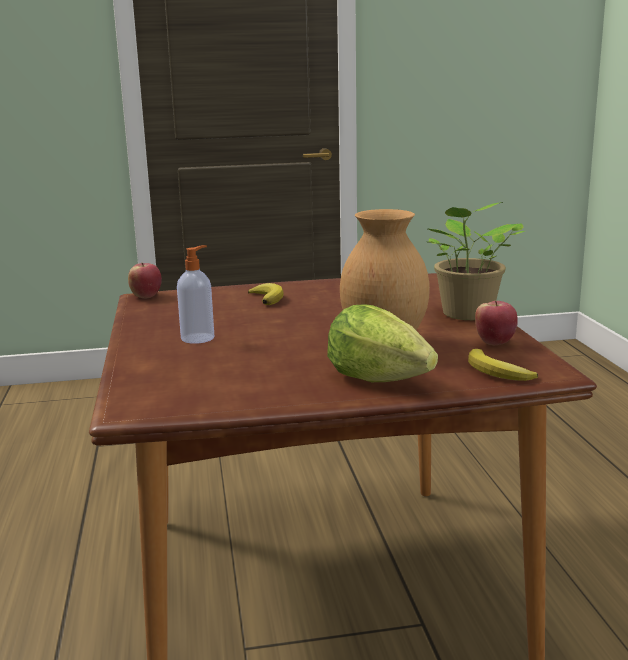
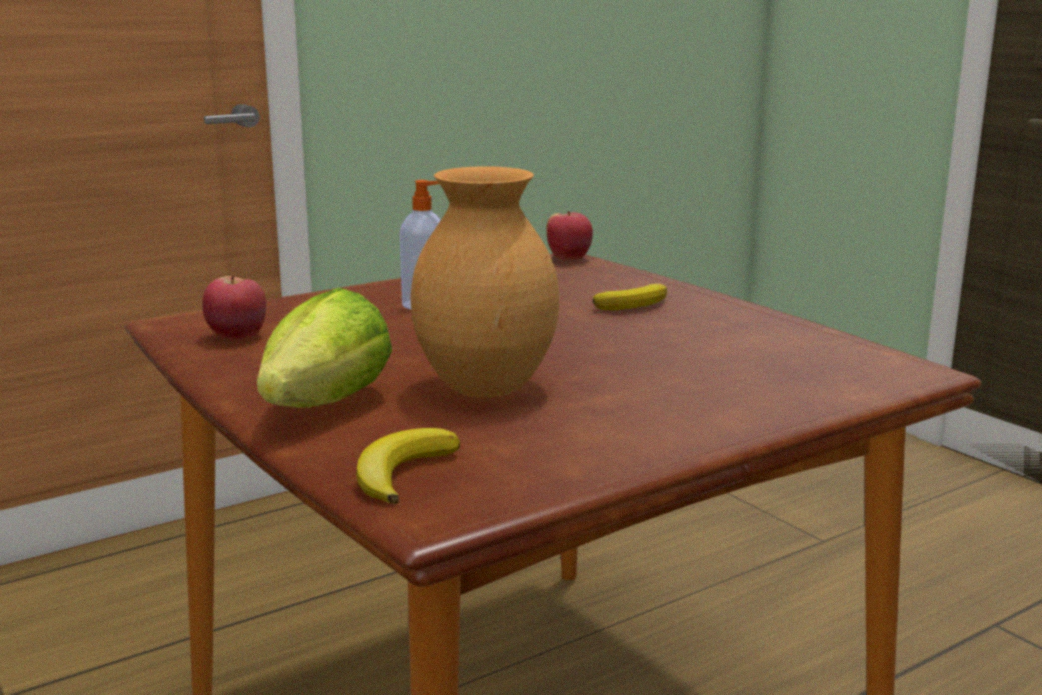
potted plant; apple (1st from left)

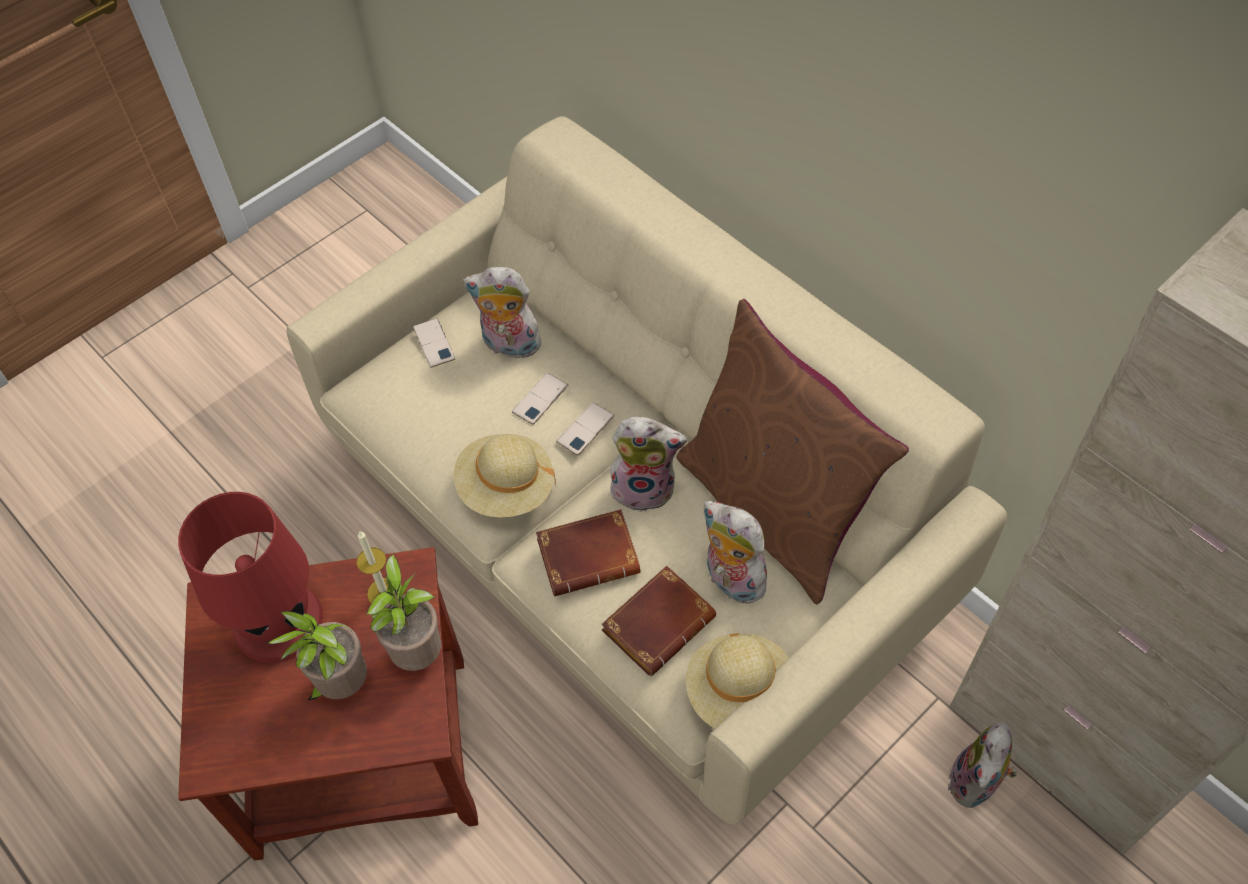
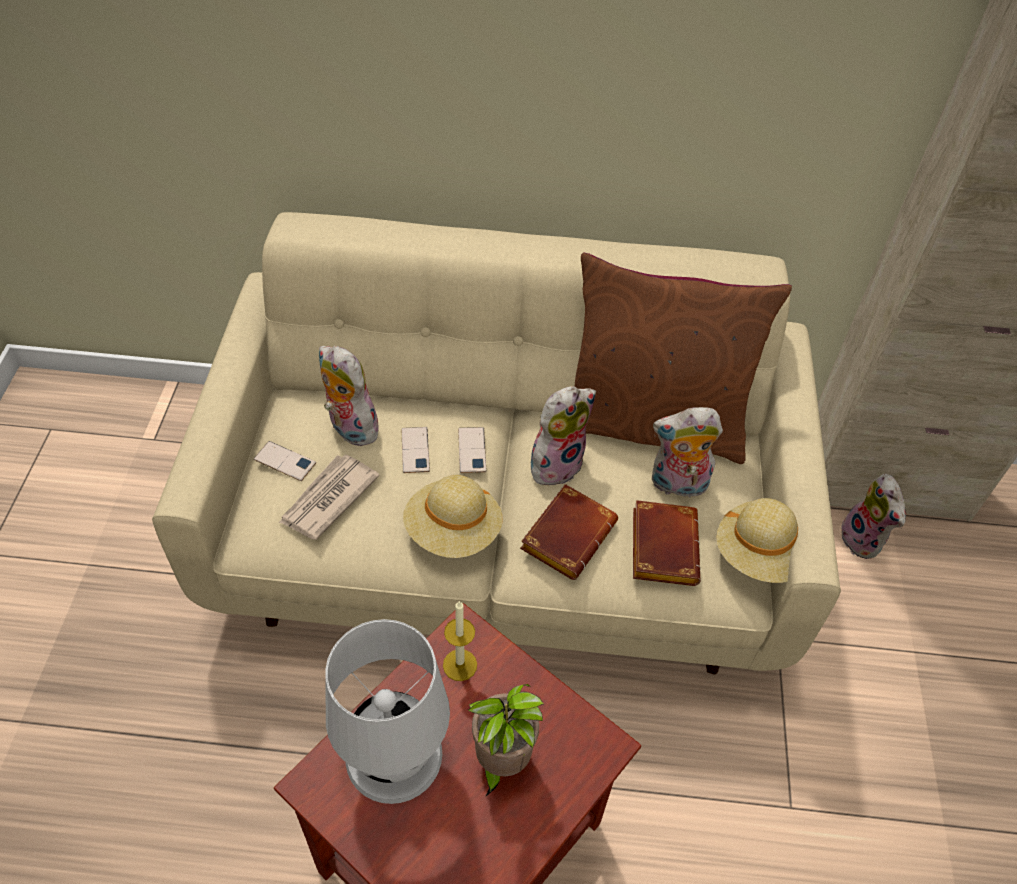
potted plant (2nd from left in the first image); newspaper; white table lamp; plush toy (1st from left)

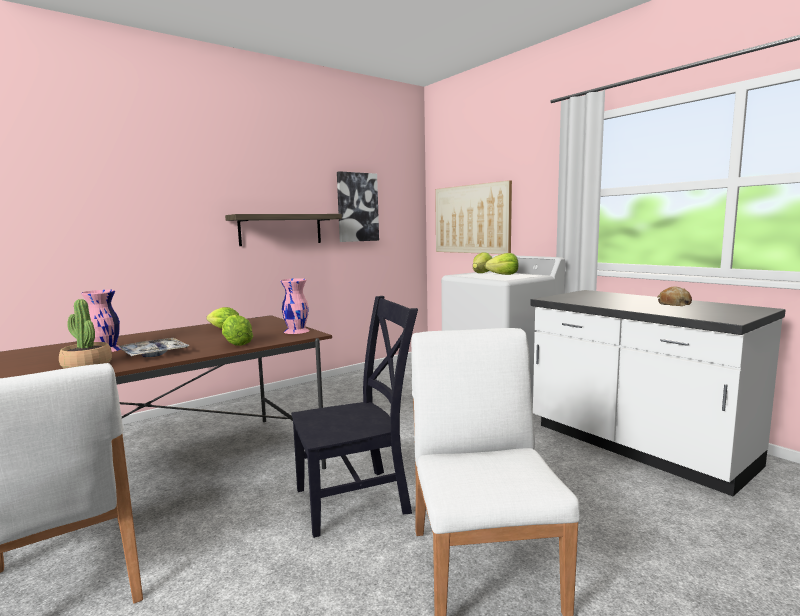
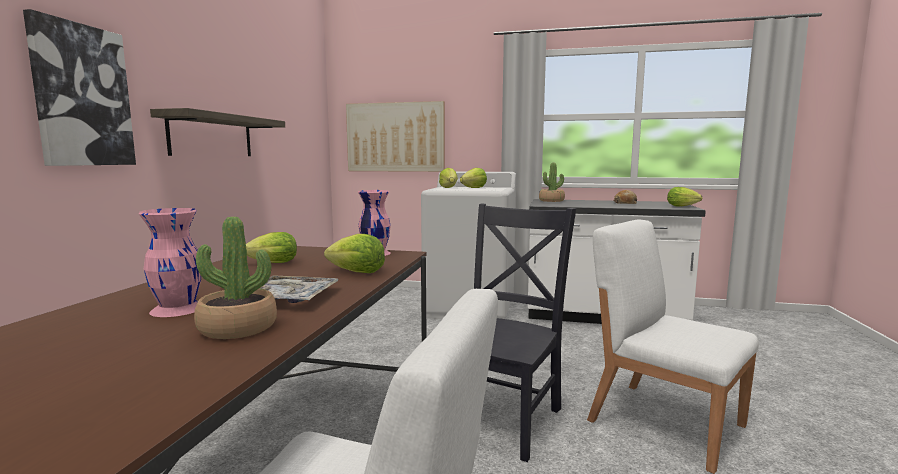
potted plant (2nd from left); lettuce (5th from left); picture (1st from left)

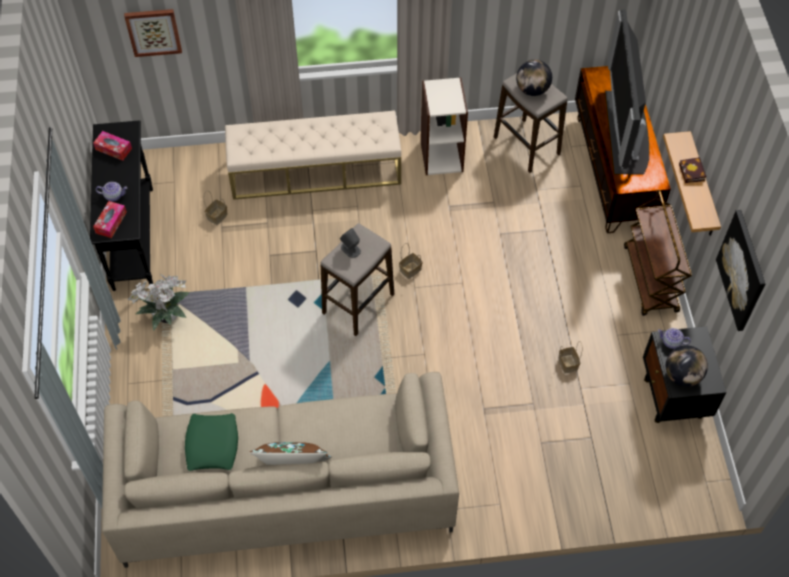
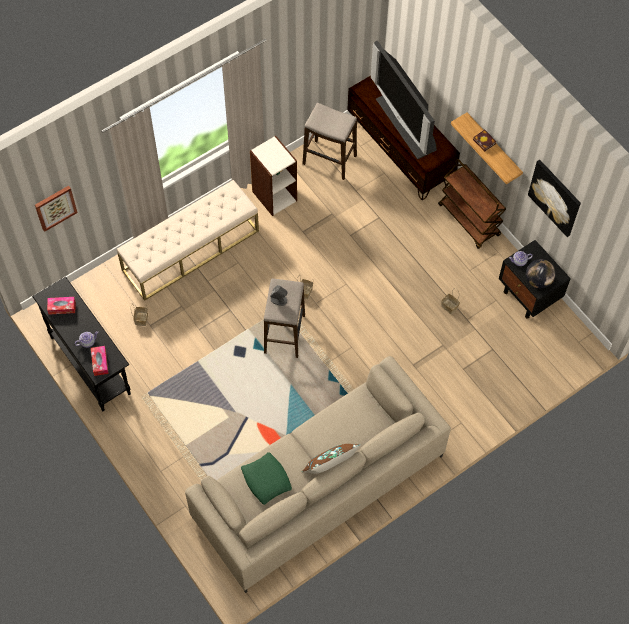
potted plant; globe (1st from left in the first image)

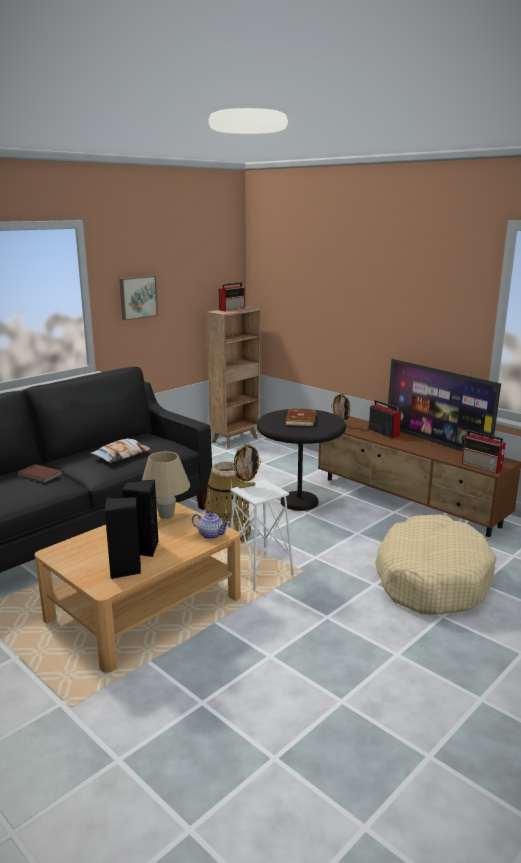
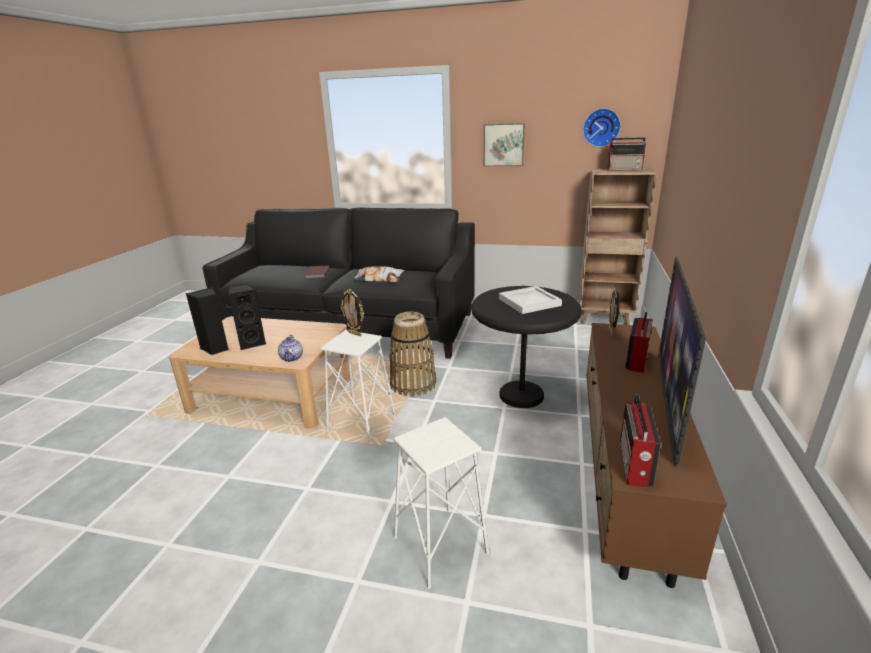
beige table lamp; wall clock; white tray; white stool (2nd from left)

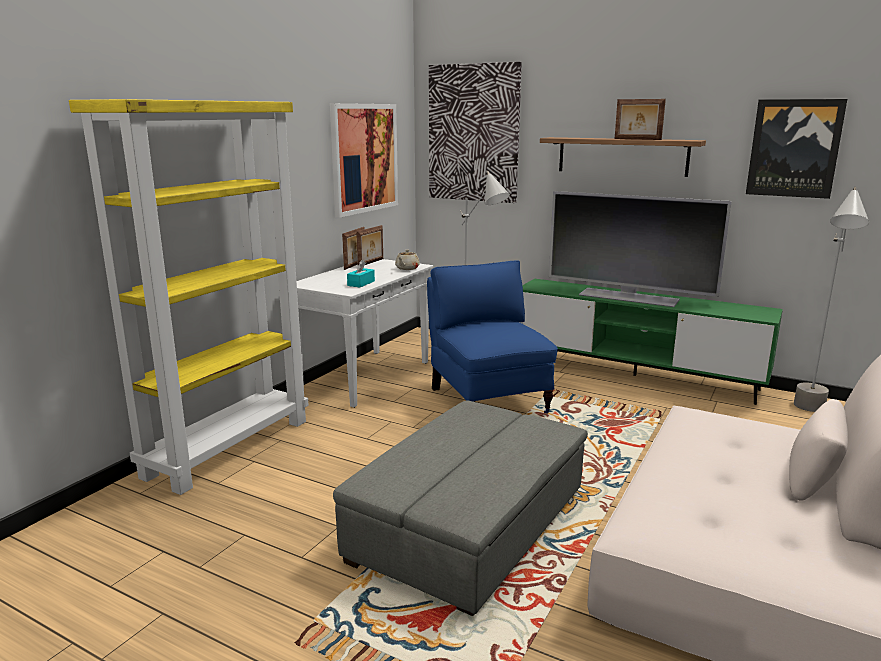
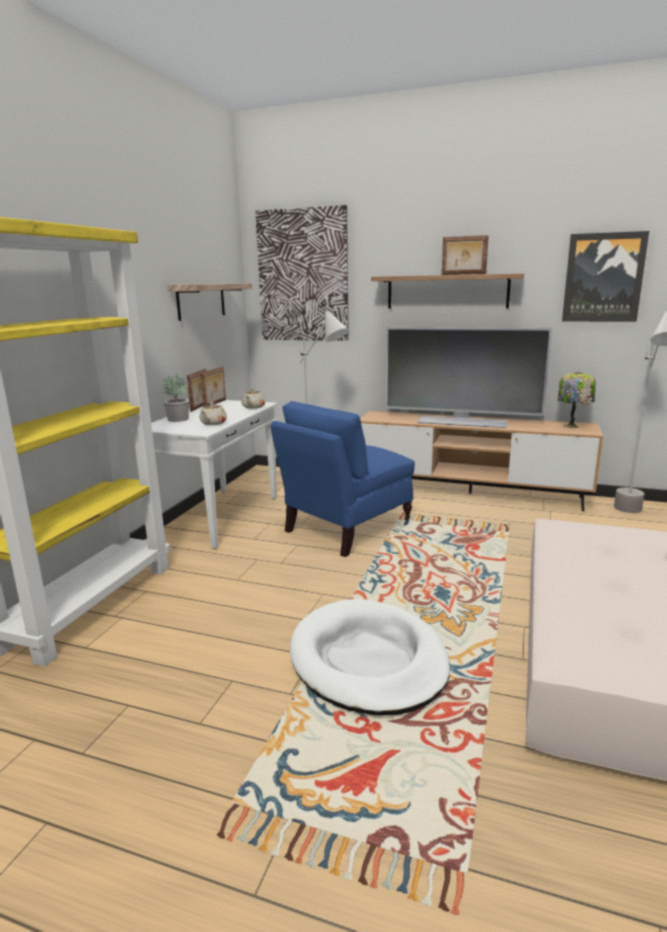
potted plant; table lamp; shelf (1st from left); white dog bed; beige teapot (1st from left); brown tv stand; blue armchair

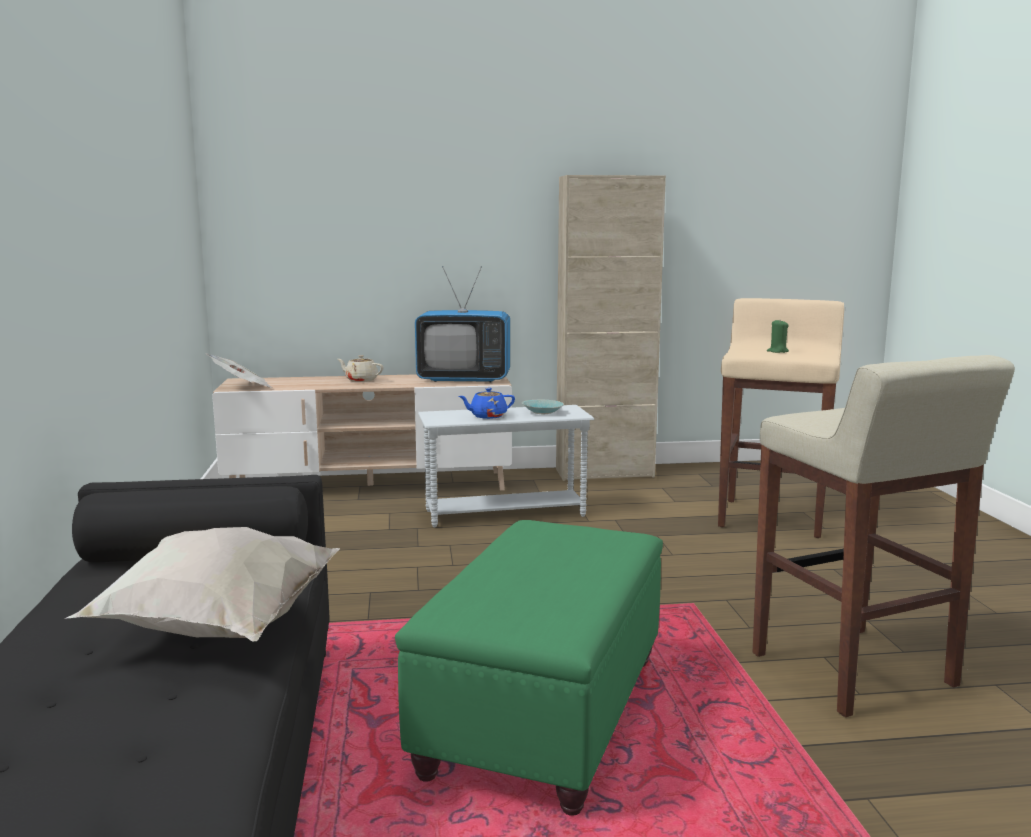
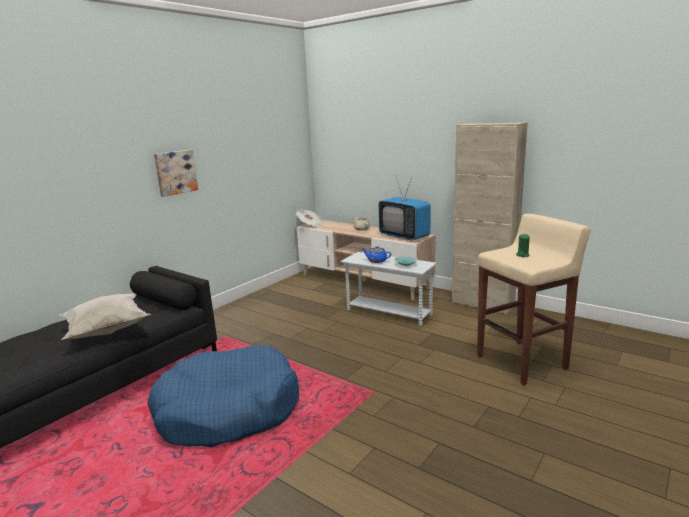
beige stool (2nd from left in the first image); picture; blue dog bed

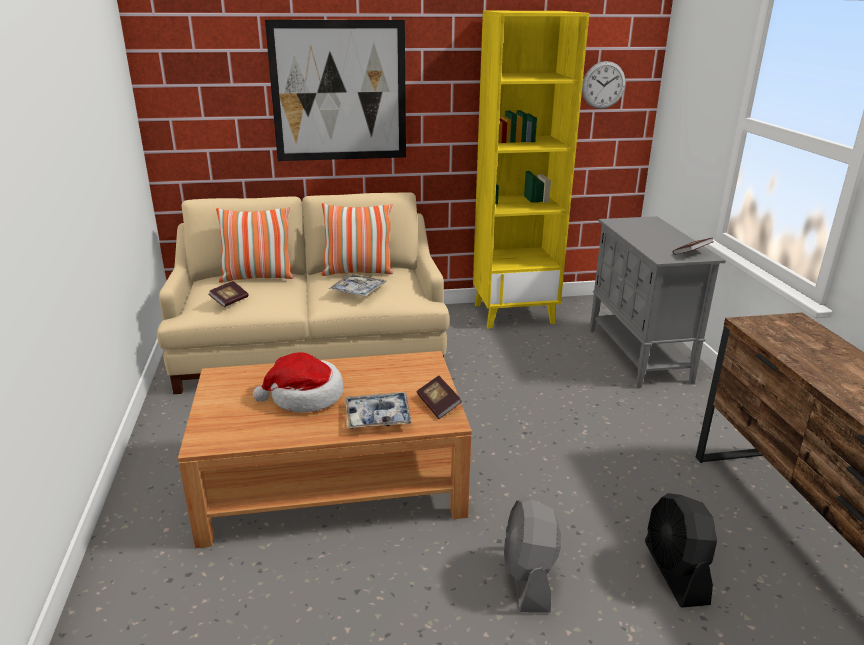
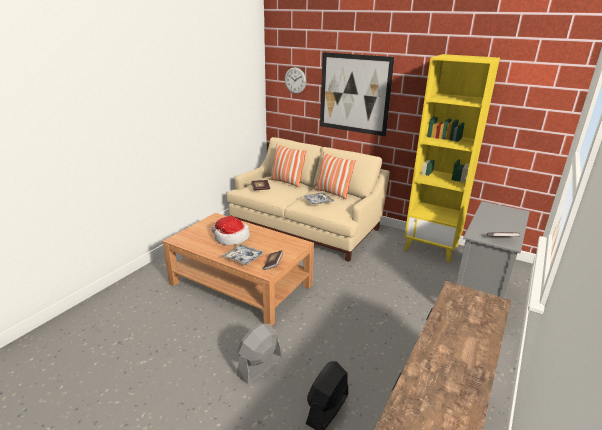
wall clock

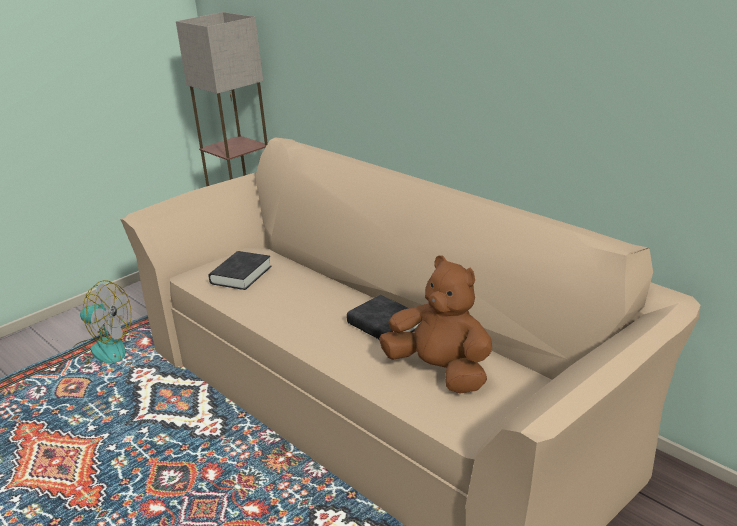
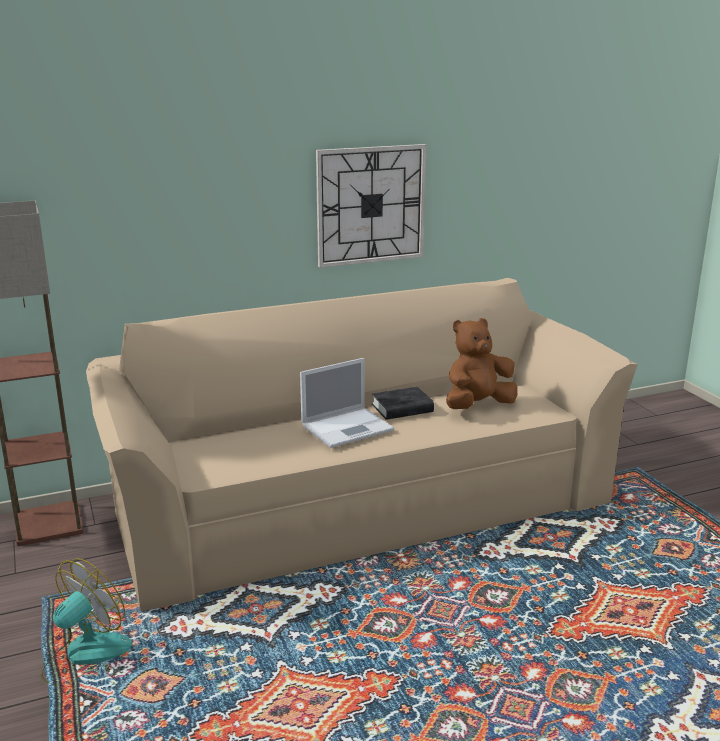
black book (1st from left in the first image); laptop; wall clock

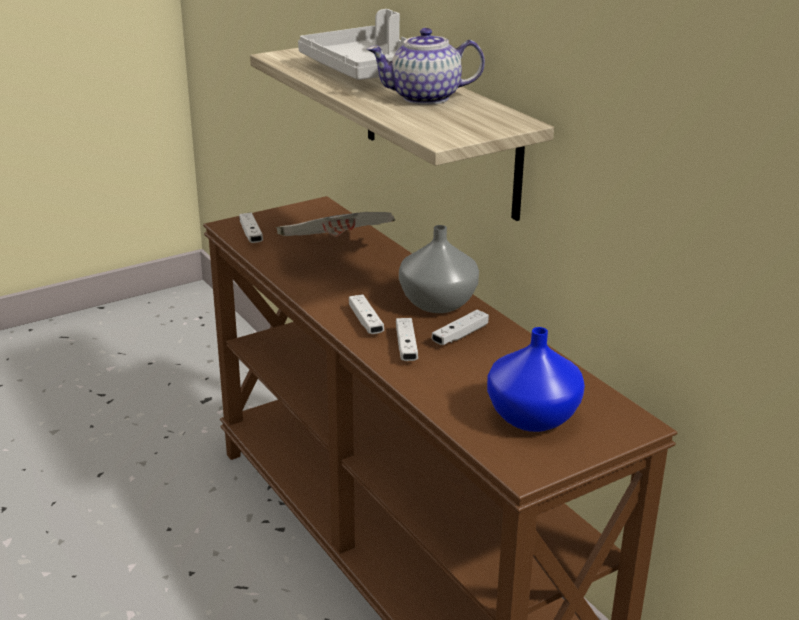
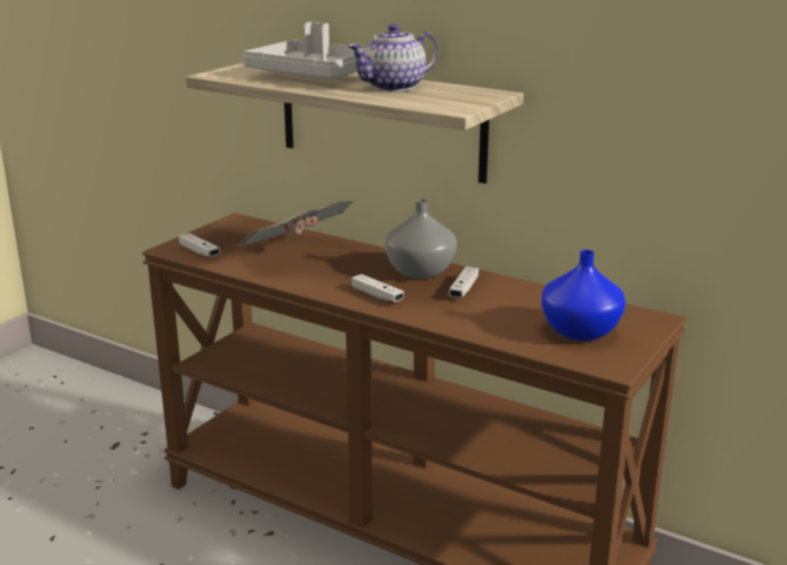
white game controller (3rd from left in the first image)

